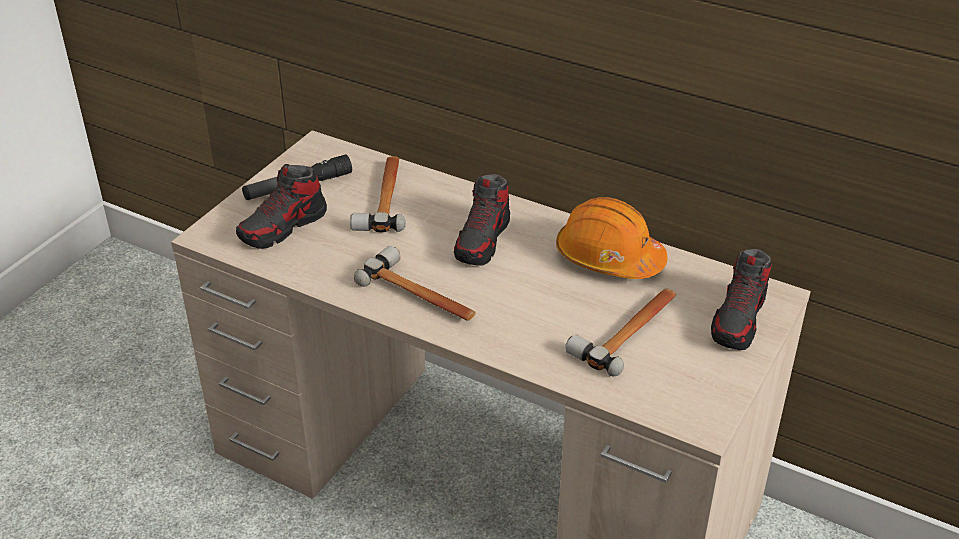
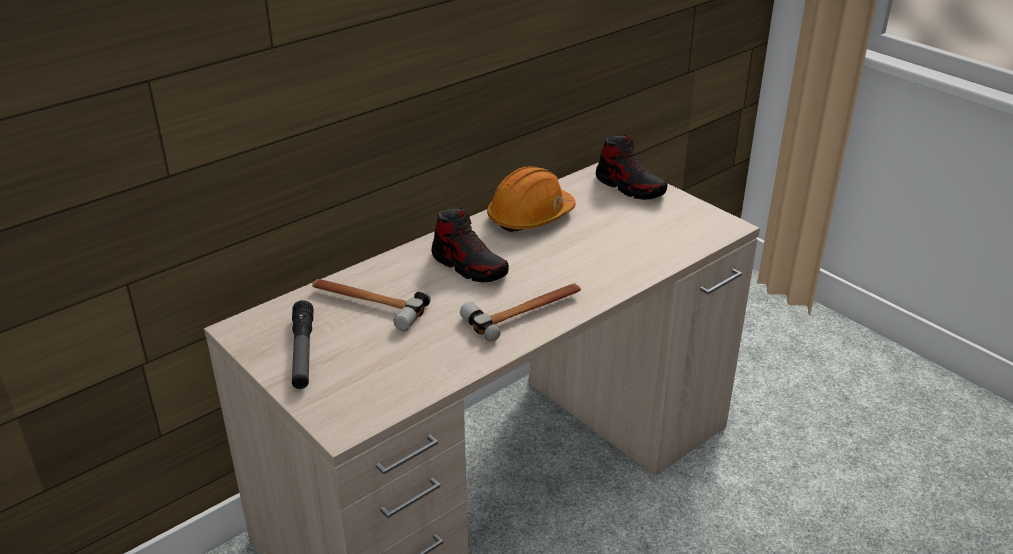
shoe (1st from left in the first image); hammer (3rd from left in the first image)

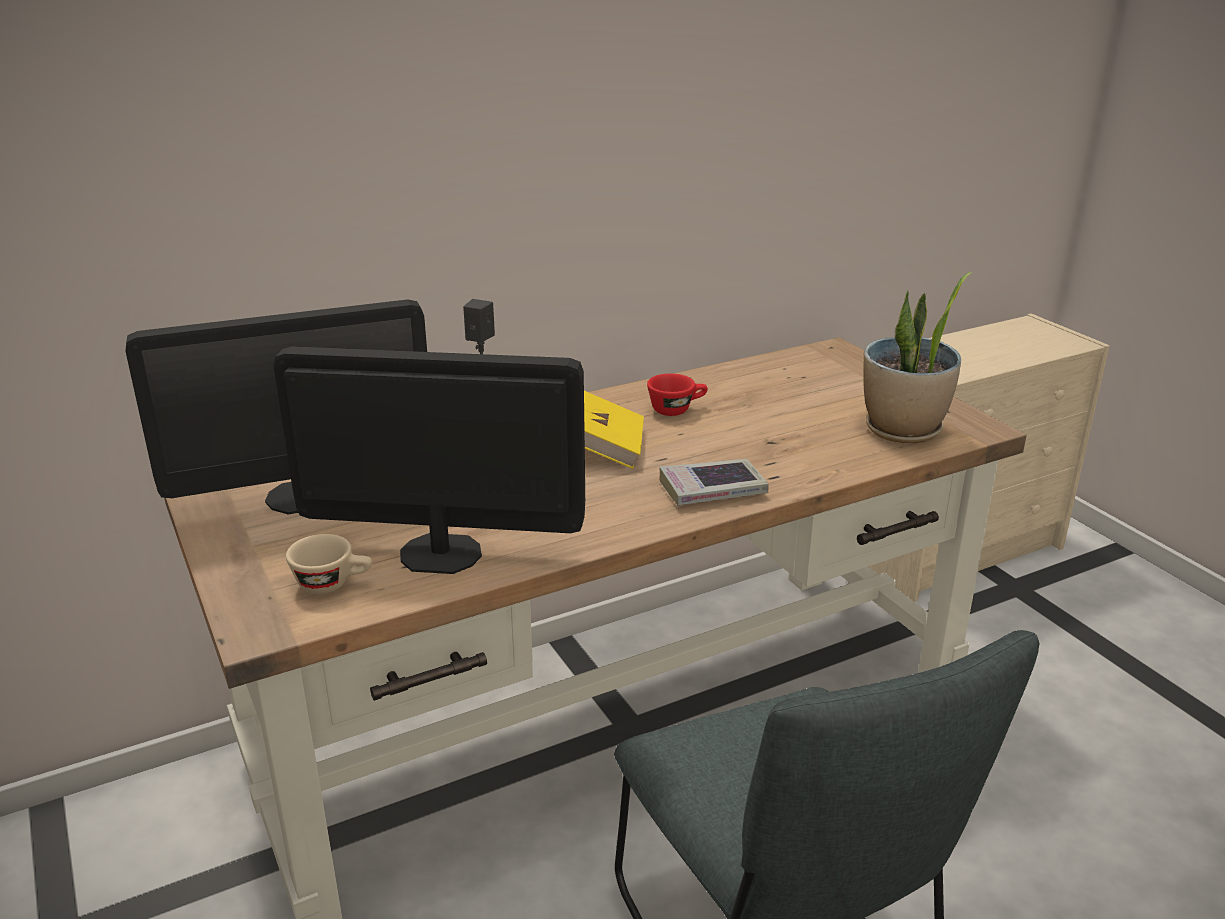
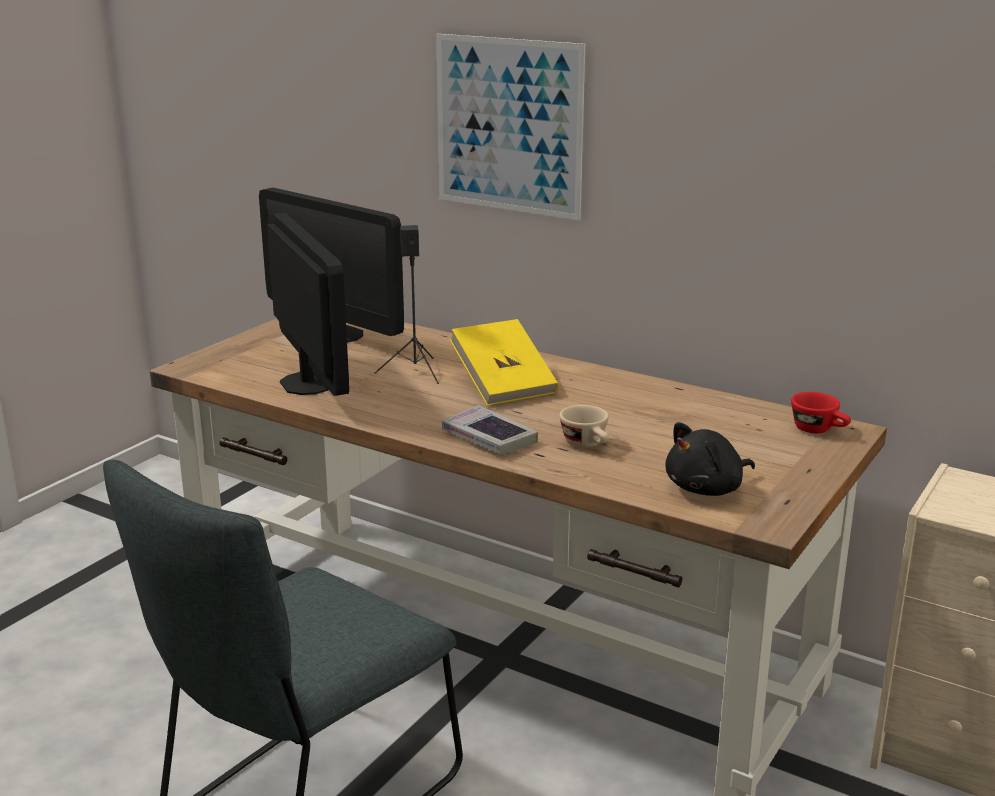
picture; beige cup; red cup; black plush toy

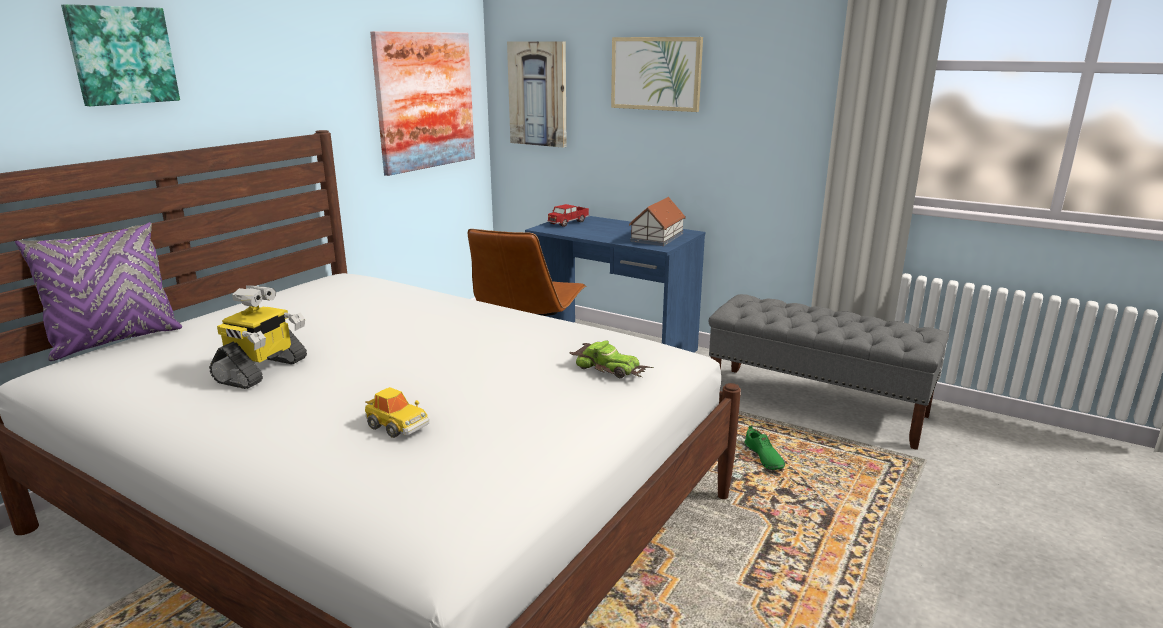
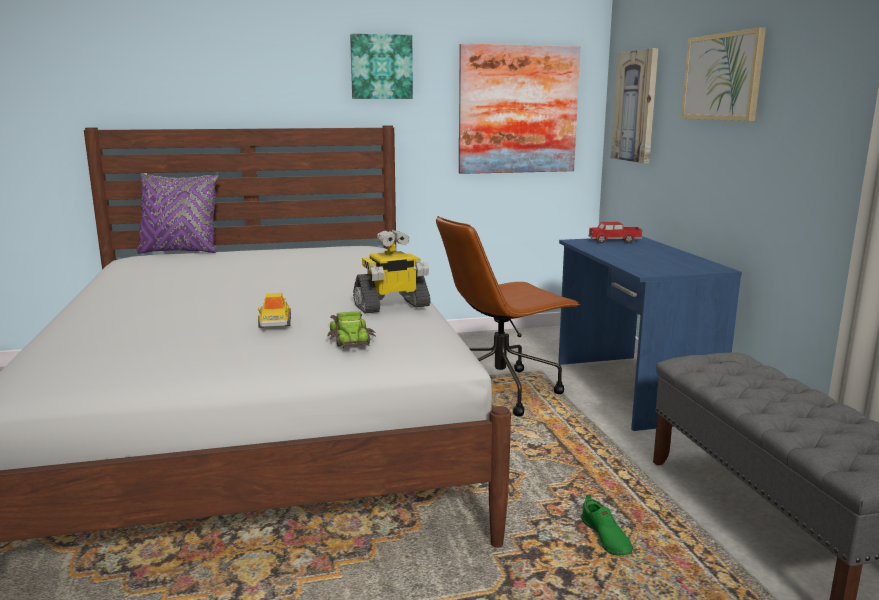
toy house; picture (1st from left); toy robot; toy car (1st from left); green shoe

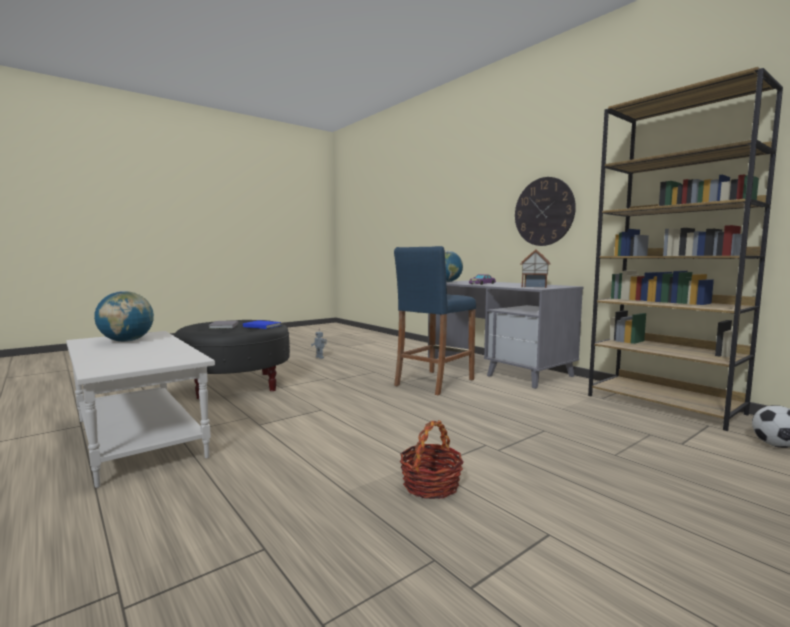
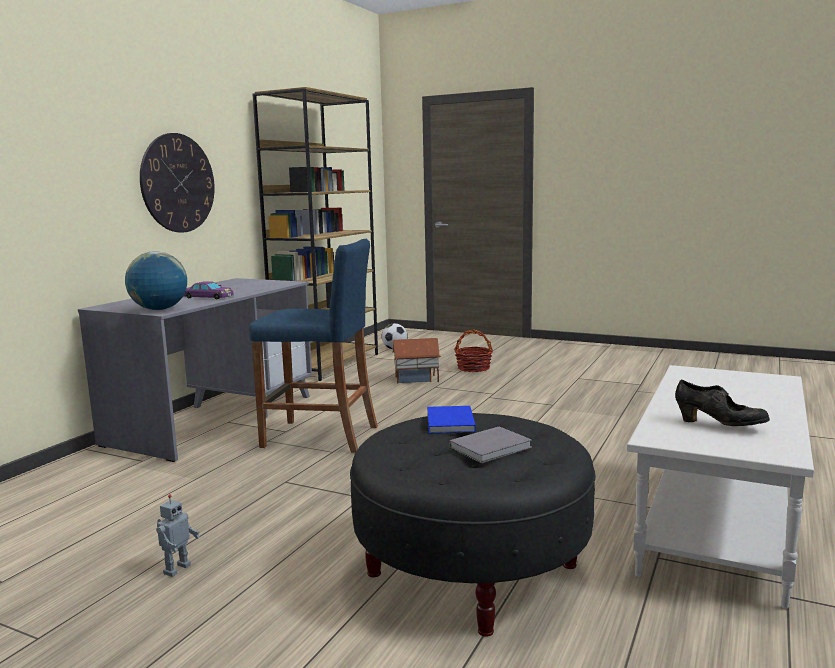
basket; toy house; black shoe

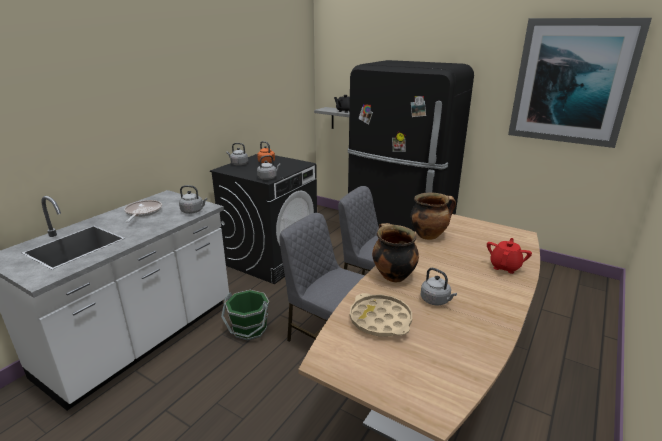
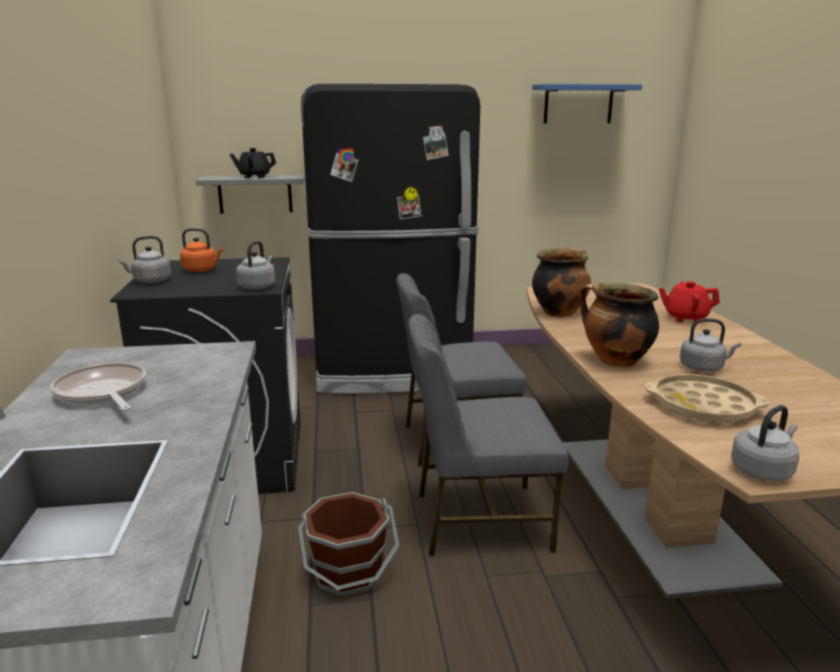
grey kettle (4th from left); blue shelf; brown bucket; red teapot

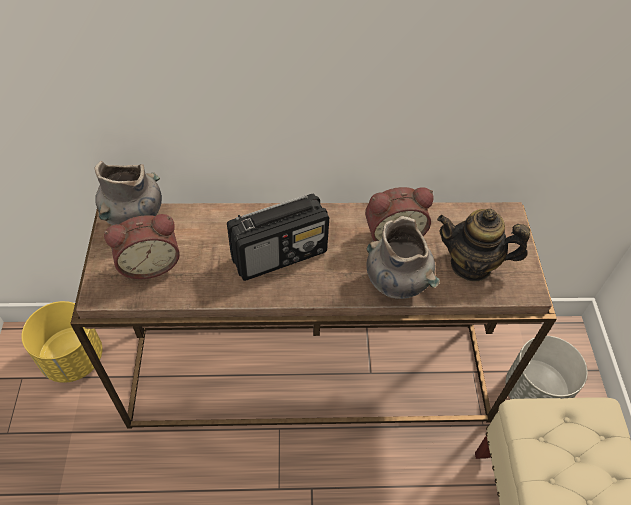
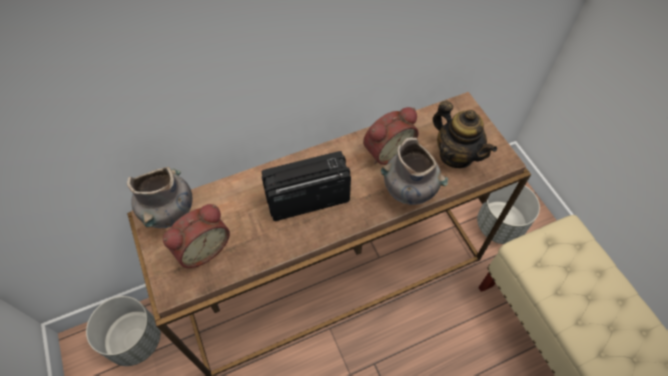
grey planter (1st from left); radio; teapot

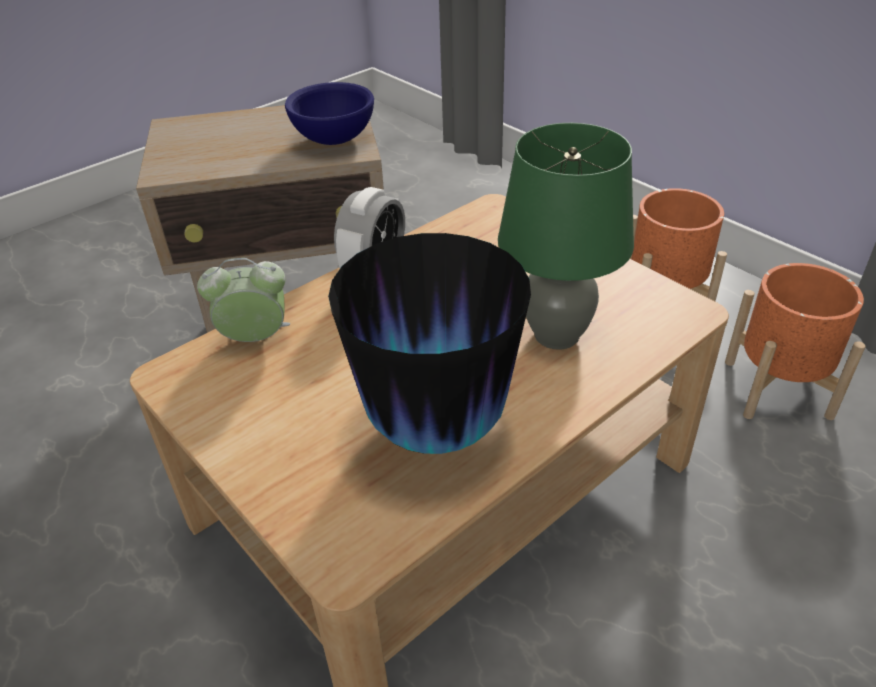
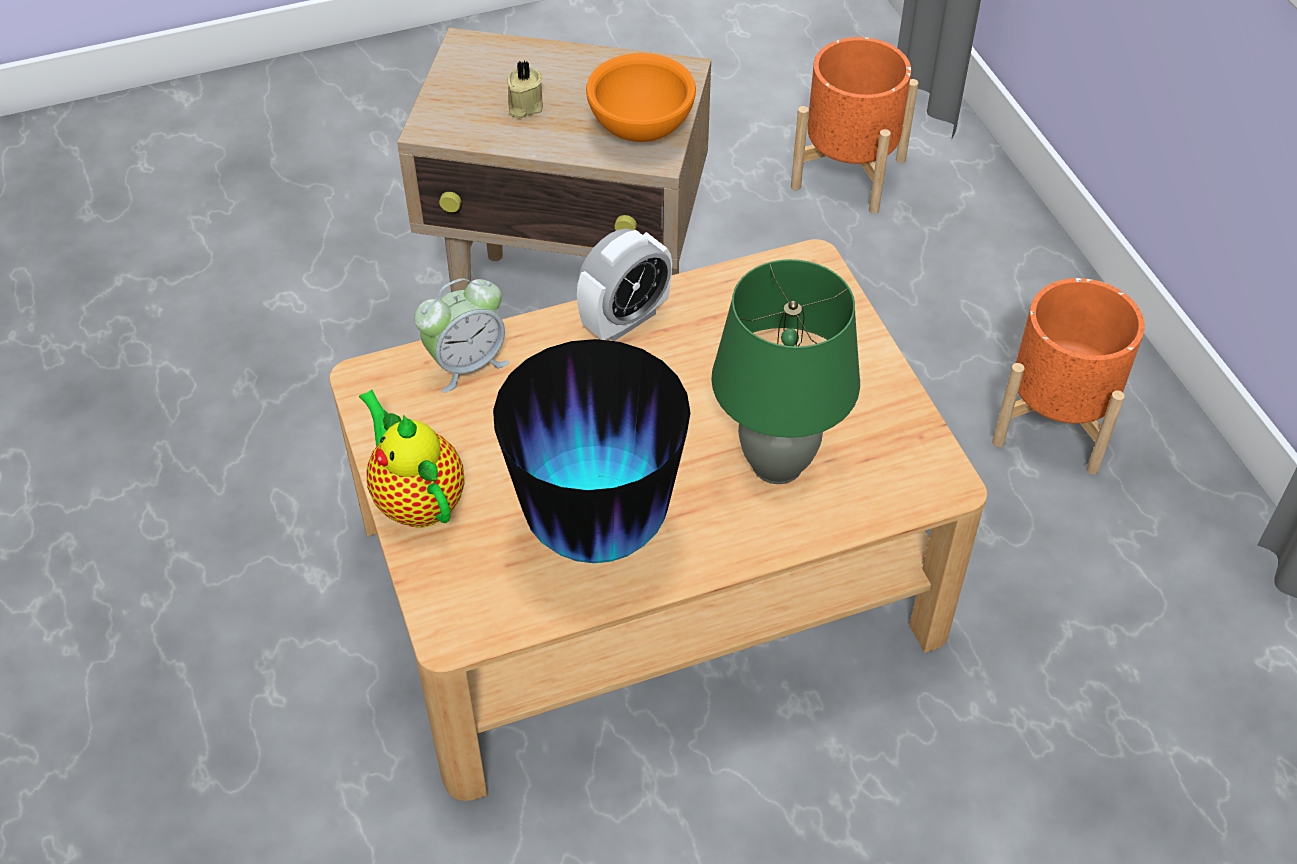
teapot; beige candle; orange planter (1st from left); orange bowl; alarm clock (1st from left)

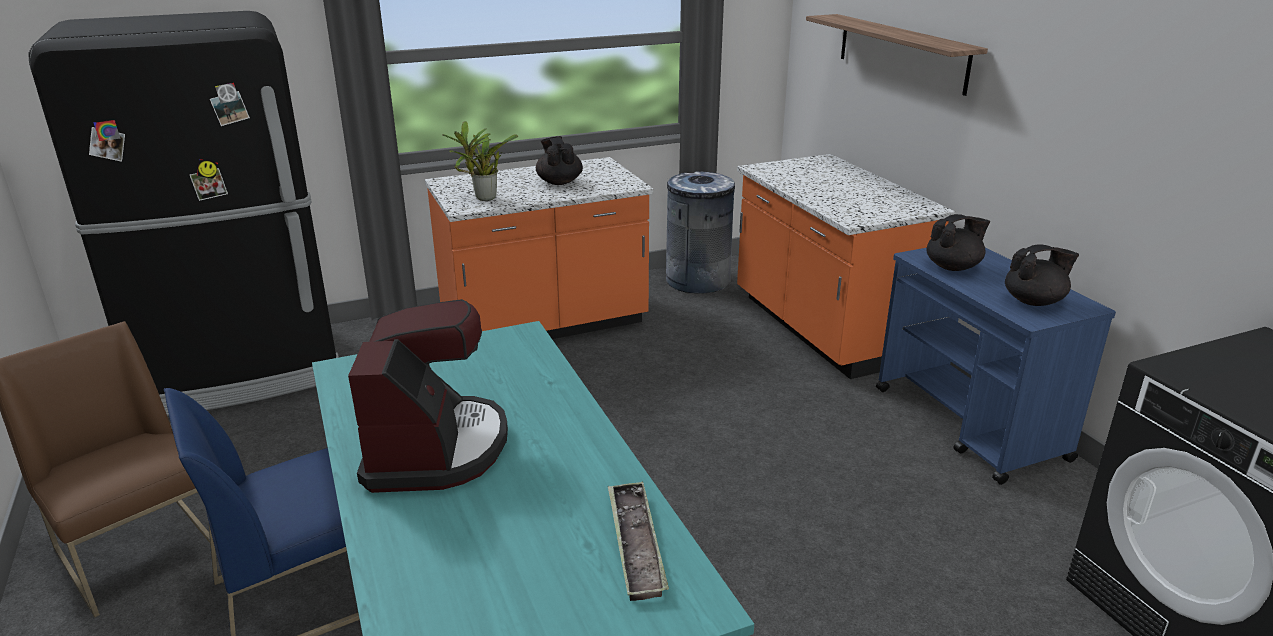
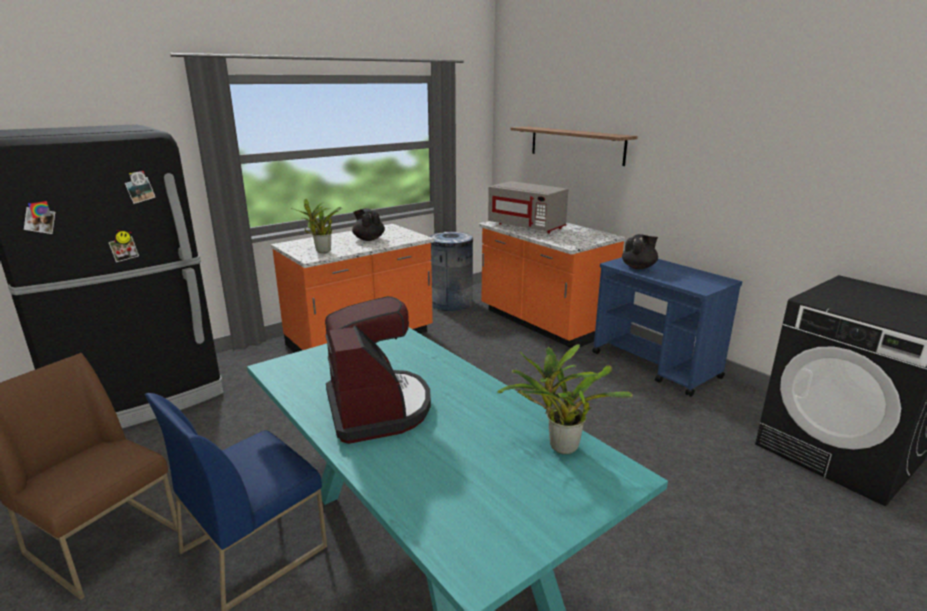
black teapot (3rd from left in the first image); grey microwave; potted plant (2nd from left)

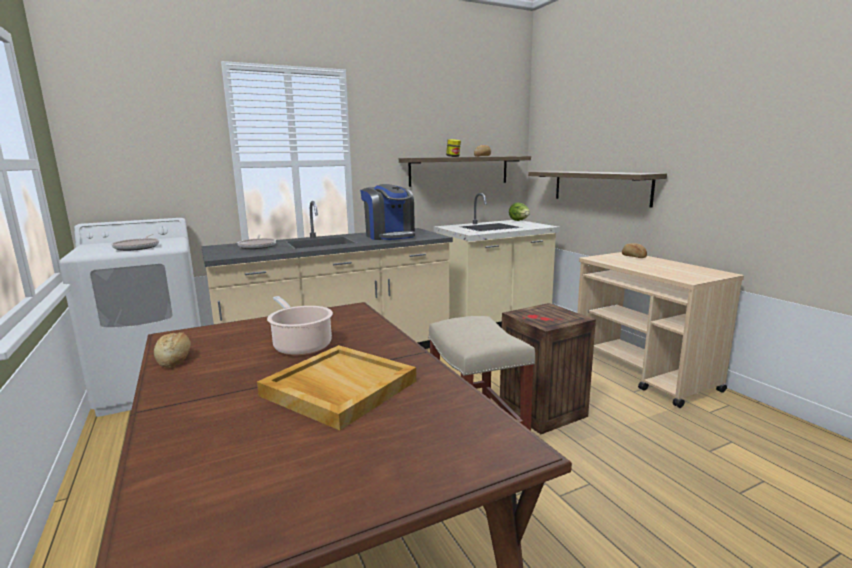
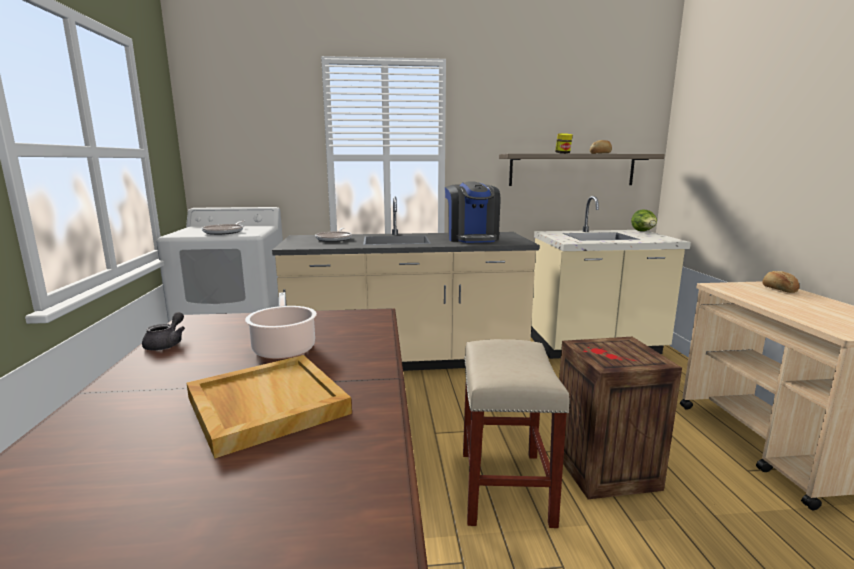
shelf (2nd from left in the first image); grey teapot

